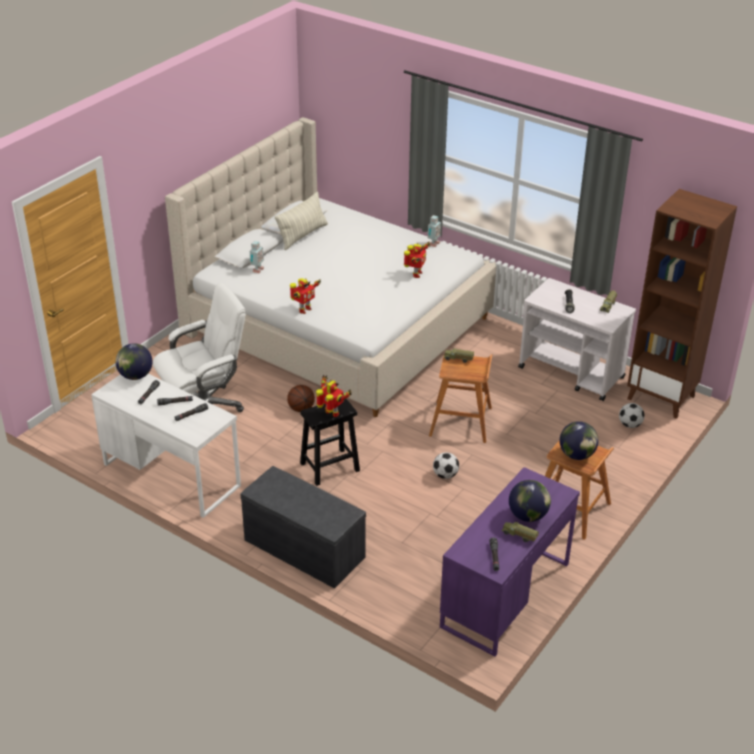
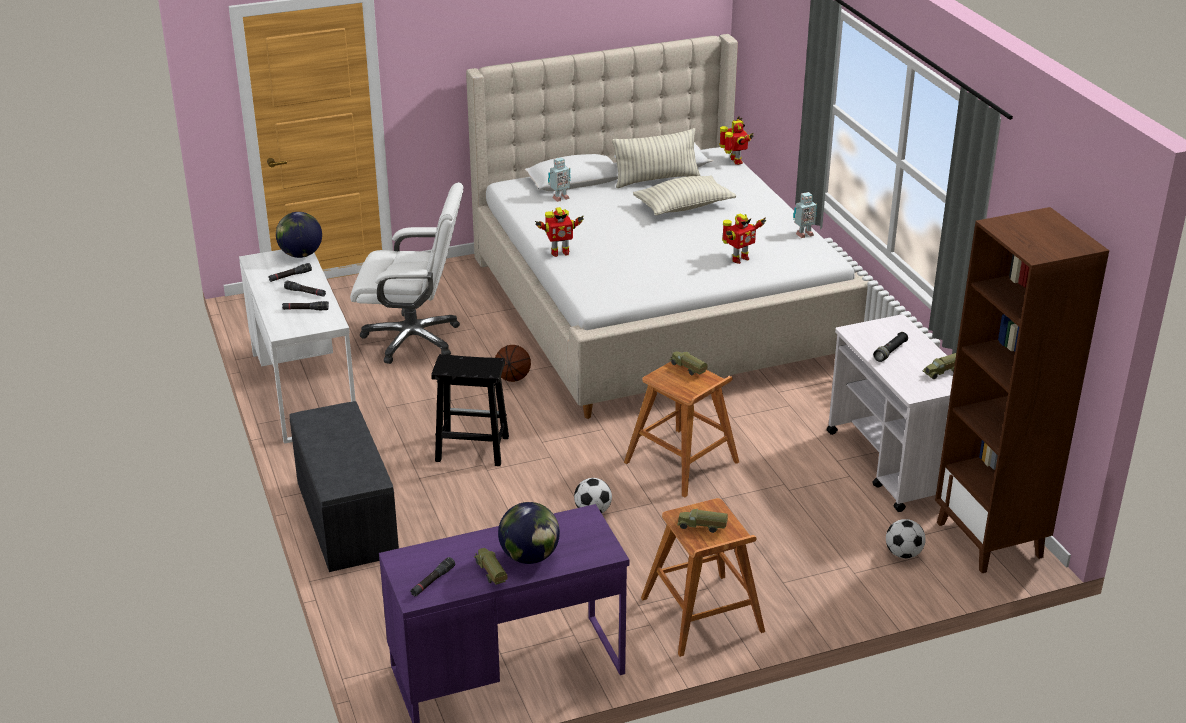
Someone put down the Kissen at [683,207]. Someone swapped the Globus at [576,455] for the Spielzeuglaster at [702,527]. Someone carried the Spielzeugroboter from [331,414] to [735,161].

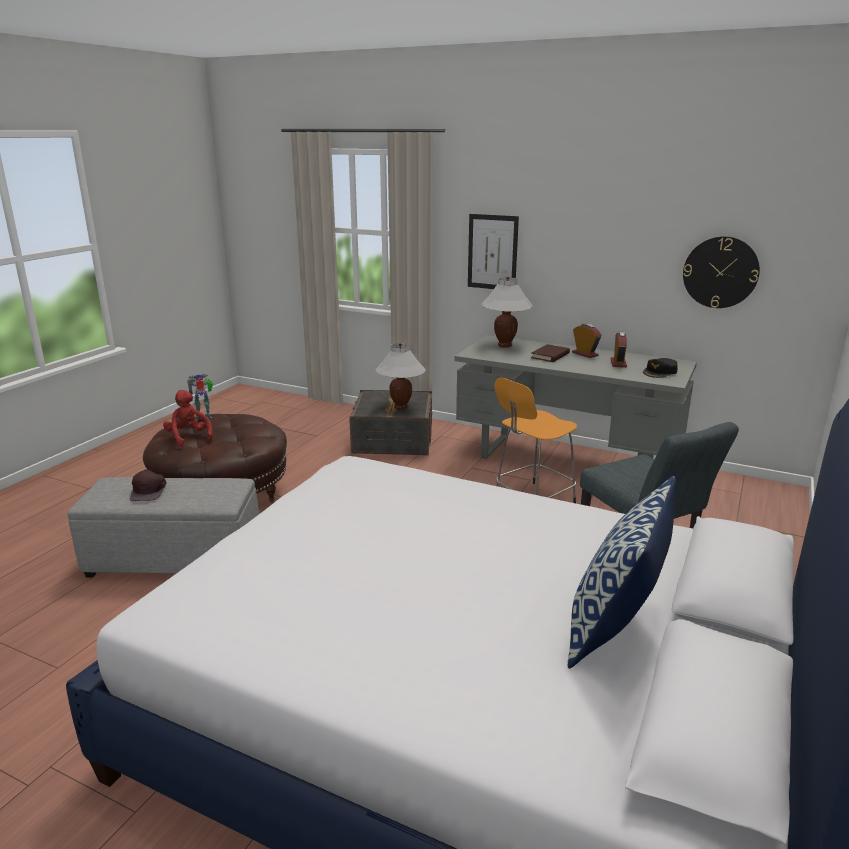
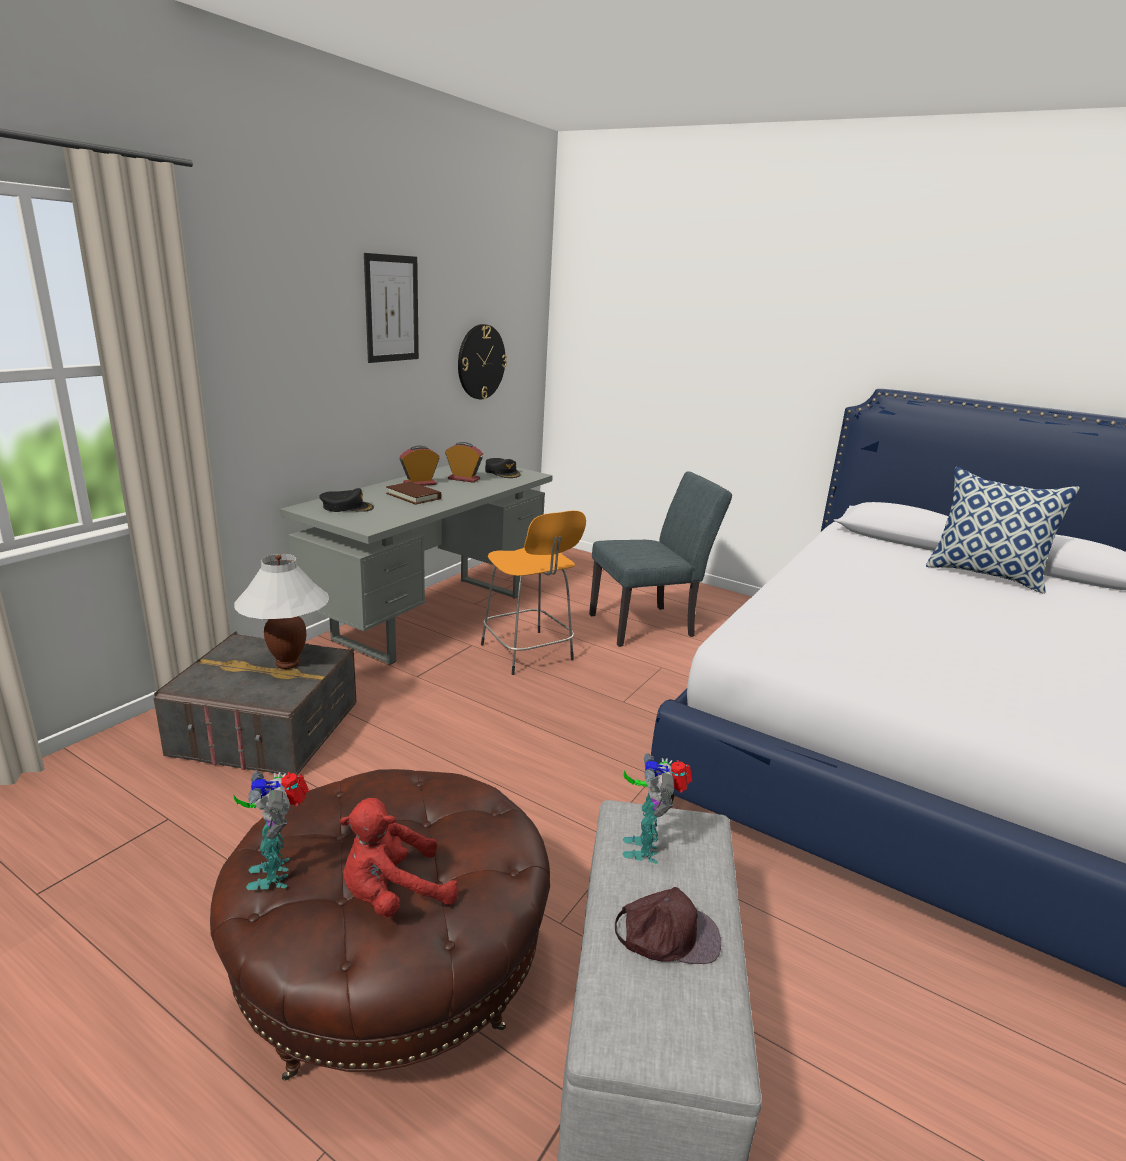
Someone swapped the Tischlampe (weiß) at [505,345] for the Kappe (schwarz) at [347,507]. Someone carried the Bild from [492,252] to [392,309]. Someone put down the Spielzeugroboter at [646,847].

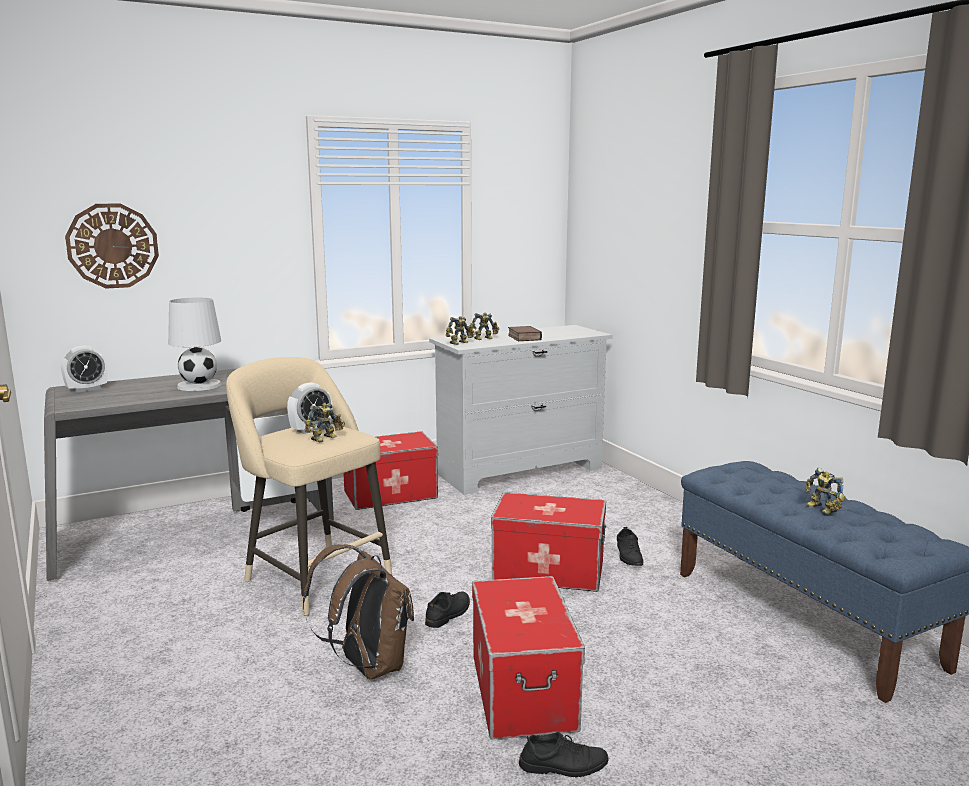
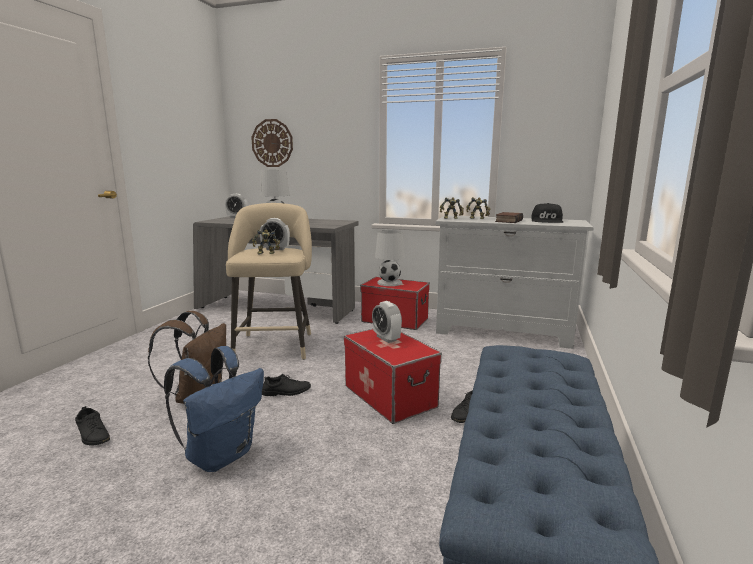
Someone carried the Schuh (schwarz) from [563,765] to [93,434]. Someone swapped the Aufbewahrungsbox at [522,691] for the Rucksack (blau) at [221,455]. Someone put down the Wecker at [386,338]. Someone put down the Tischlampe (weiß) at [389,283]. Someone put down the Kappe (schwarz) at [547,220]. Someone took away the Spielzeugroboter at [820,509].

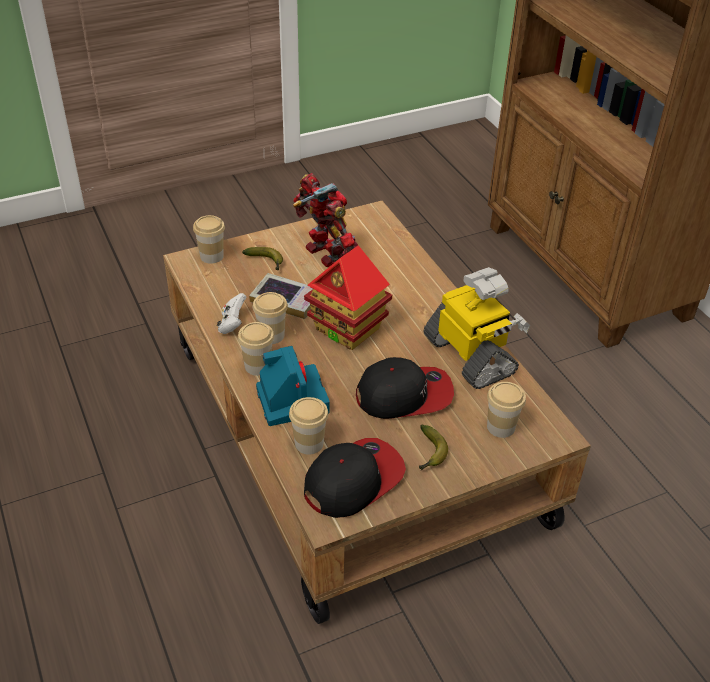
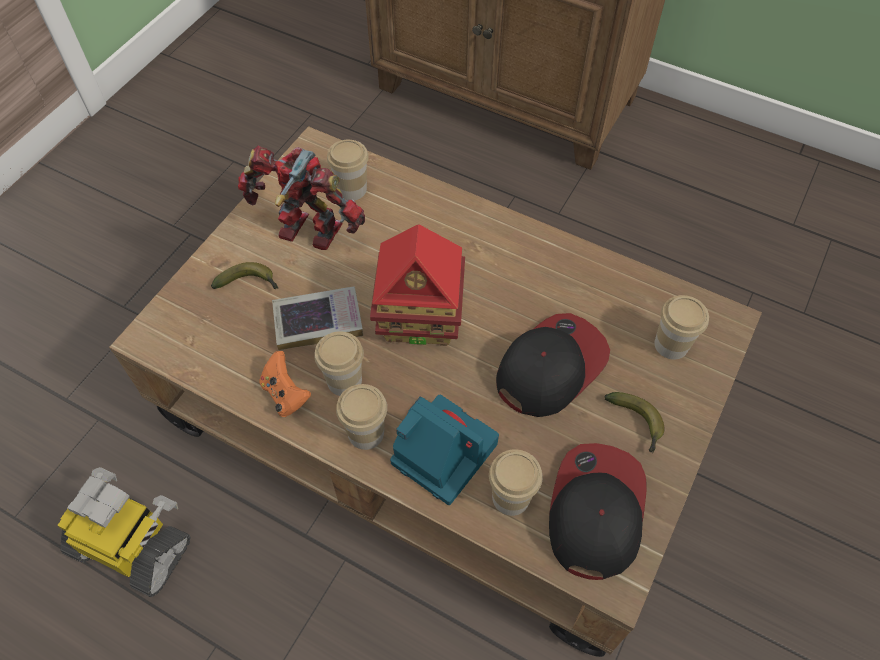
Someone carried the Spielzeugroboter from [471,356] to [133,546]. Someone repainted the Gamepad (weiß) at [232,324], which became the Gamepad (orange) at [285,394]. Someone carried the Tasse from [211,256] to [352,189].

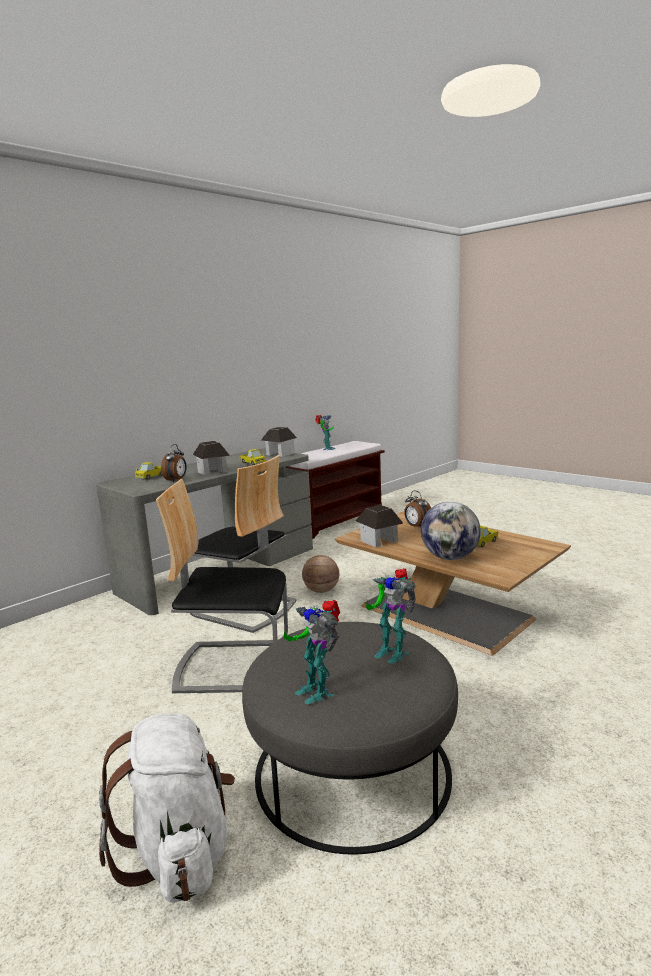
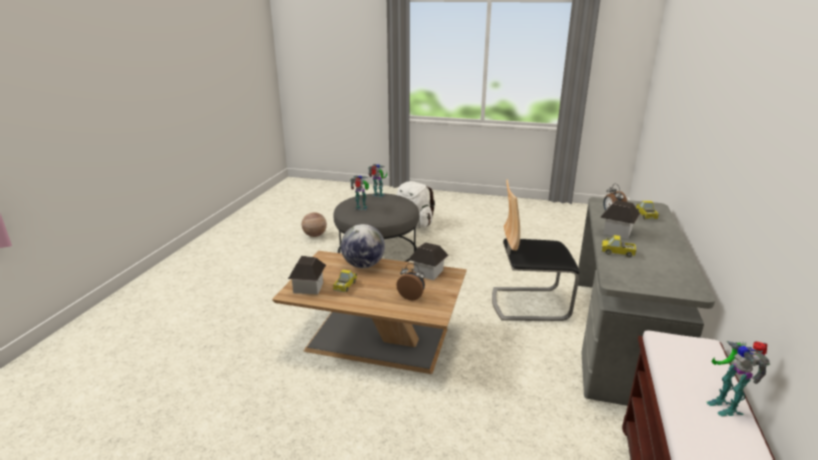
Someone carried the Spielzeughaus from [280,454] to [308,287]. Someone carried the Basketball from [321,591] to [315,235]. Someone took away the Stuhl at [233,665].

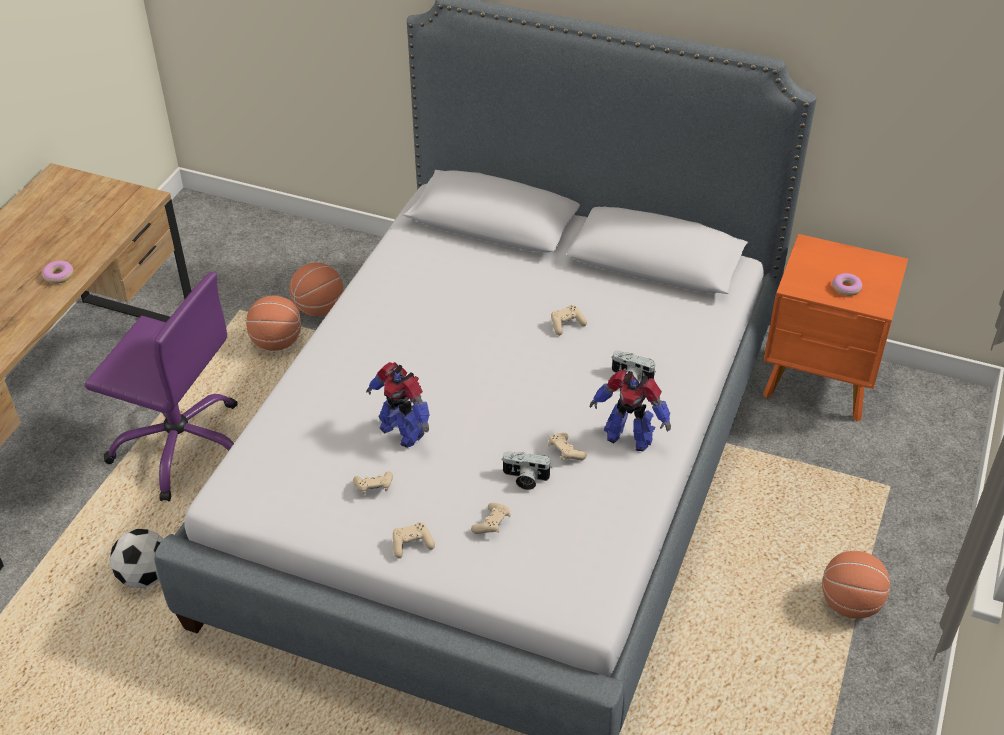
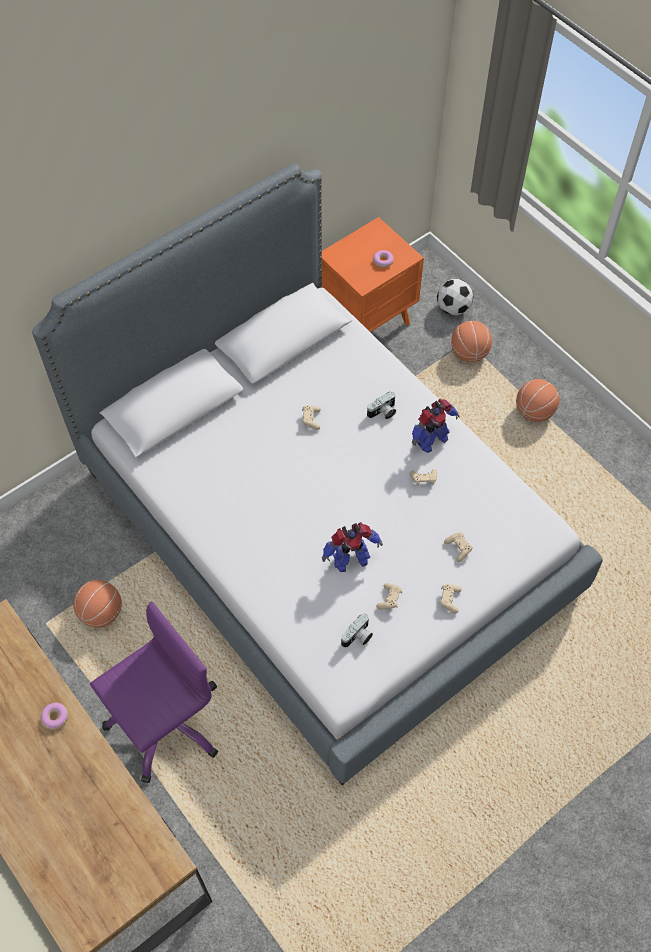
Someone carried the Kamera from [525,479] to [358,637]. Someone carried the Fußball from [145,576] to [453,308]. Someone carried the Basketball from [319,308] to [469,353].

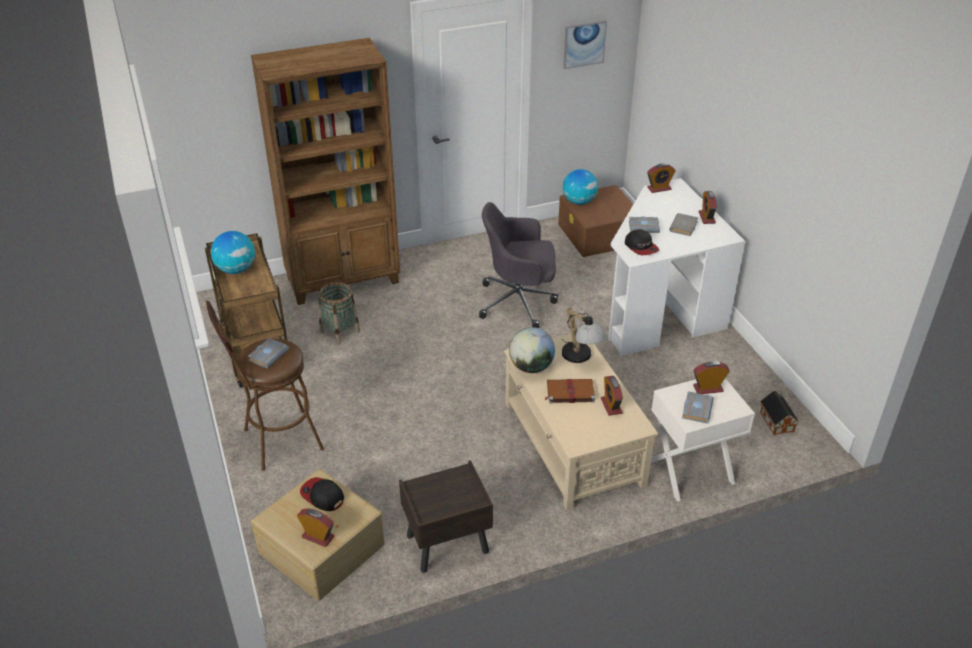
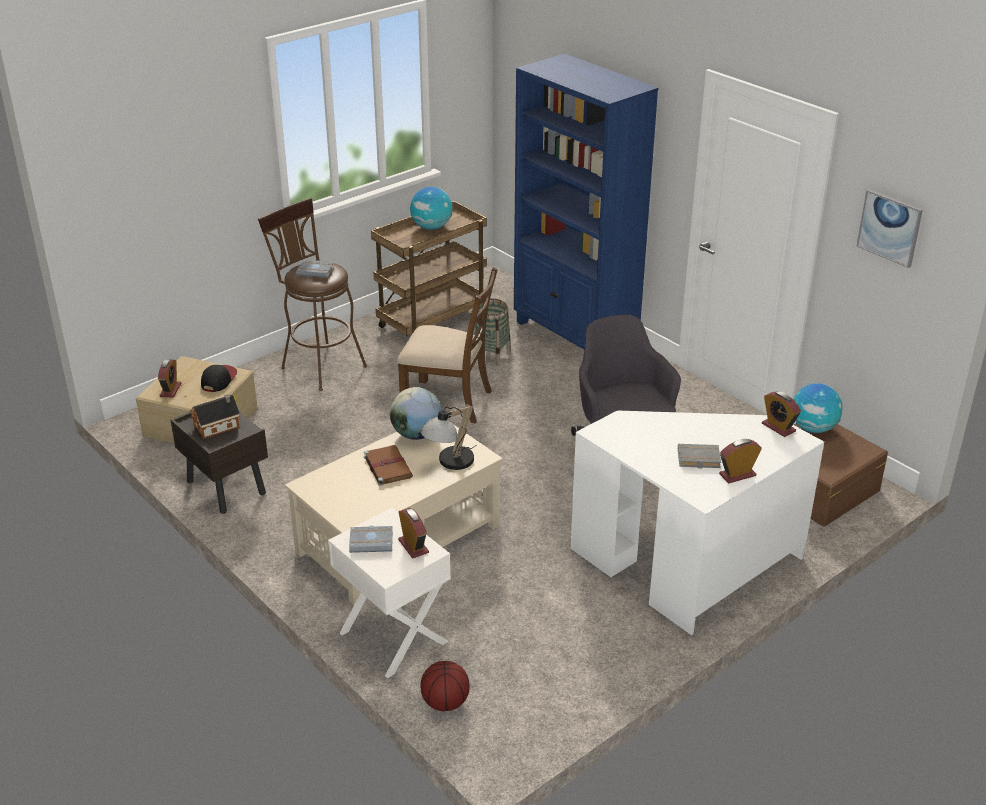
Someone carried the Spielzeughaus from [776,420] to [218,426]. Someone put down the Stuhl (braun) at [448,401]. Someone put down the Basketball at [445,703]. Someone repainted the Bücherregal (braun) at [344,280], which became the Bücherregal (blau) at [575,335]. Someone took away the Wecker at [611,406]. Someone took away the Kappe at [641,247]. Someone took away the Buch (grau) at [644,227].

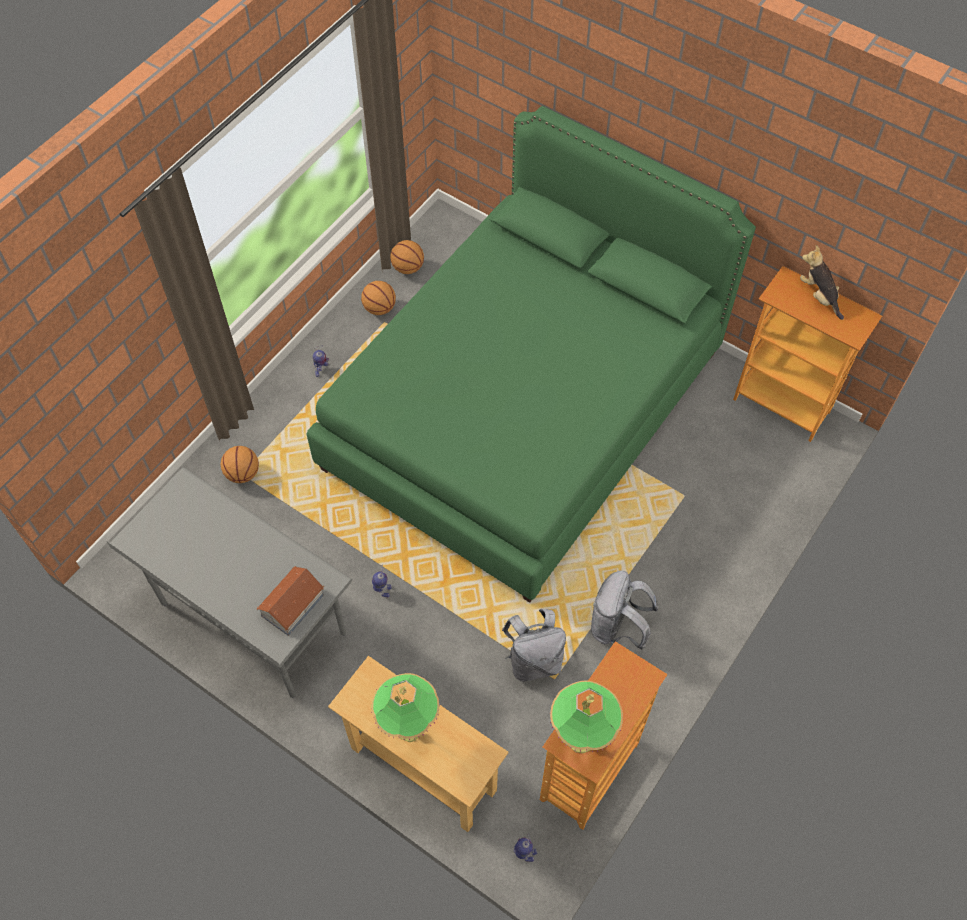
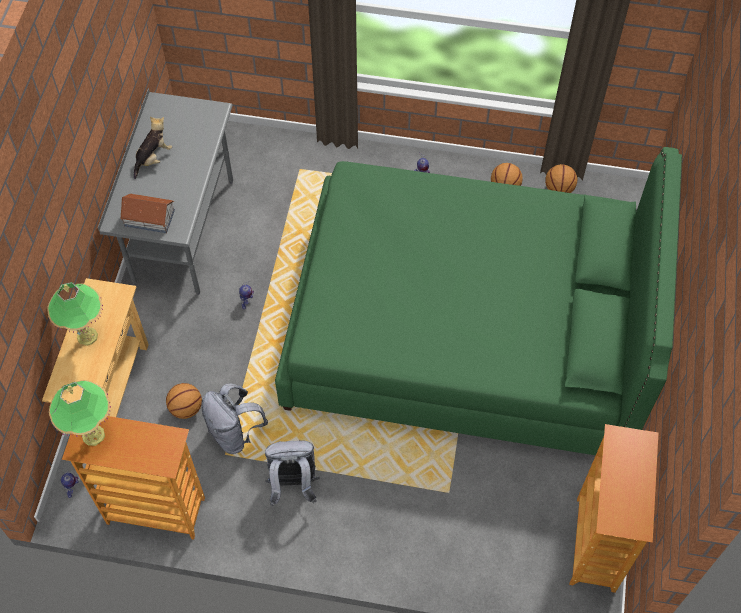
Someone carried the Plüschtier from [819,296] to [153,158]. Someone carried the Basketball from [242,473] to [186,408].

